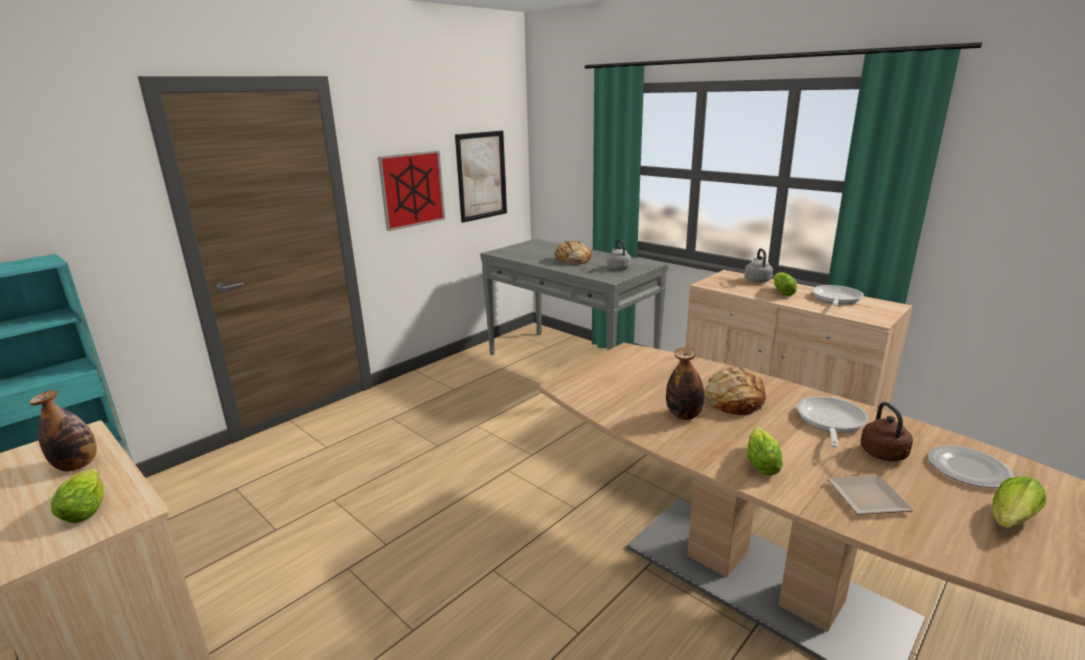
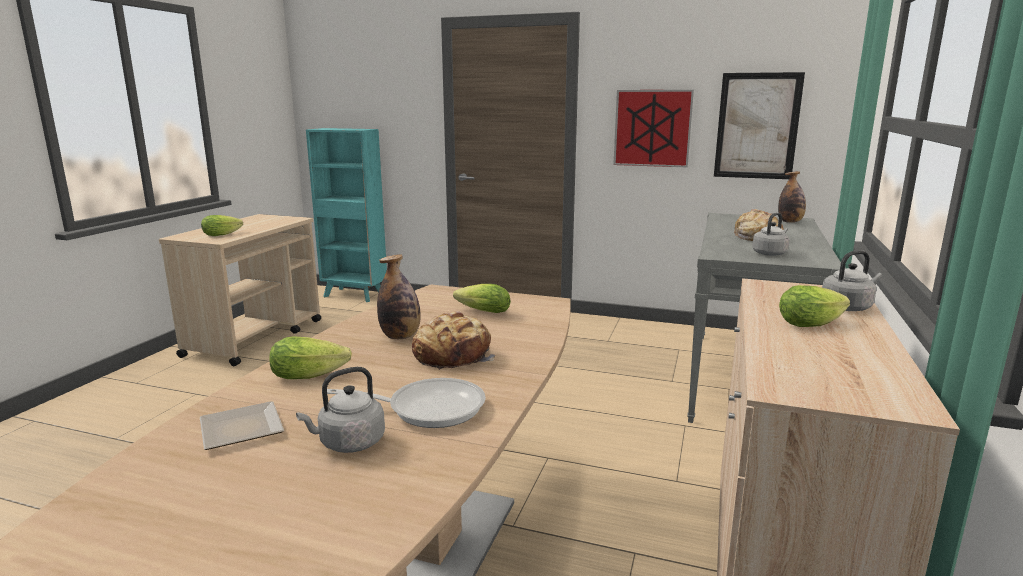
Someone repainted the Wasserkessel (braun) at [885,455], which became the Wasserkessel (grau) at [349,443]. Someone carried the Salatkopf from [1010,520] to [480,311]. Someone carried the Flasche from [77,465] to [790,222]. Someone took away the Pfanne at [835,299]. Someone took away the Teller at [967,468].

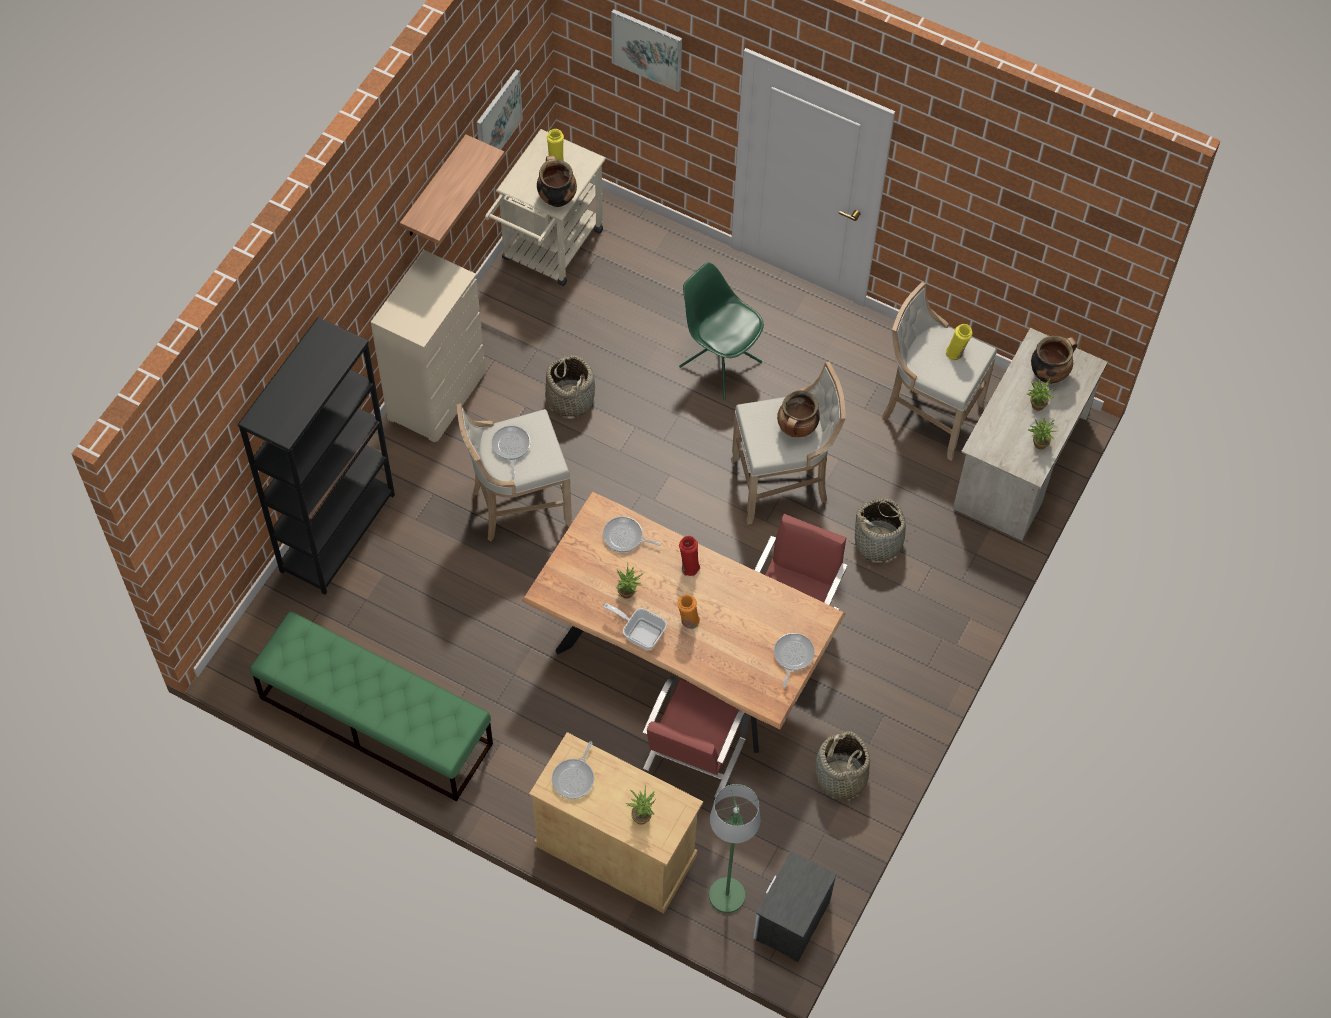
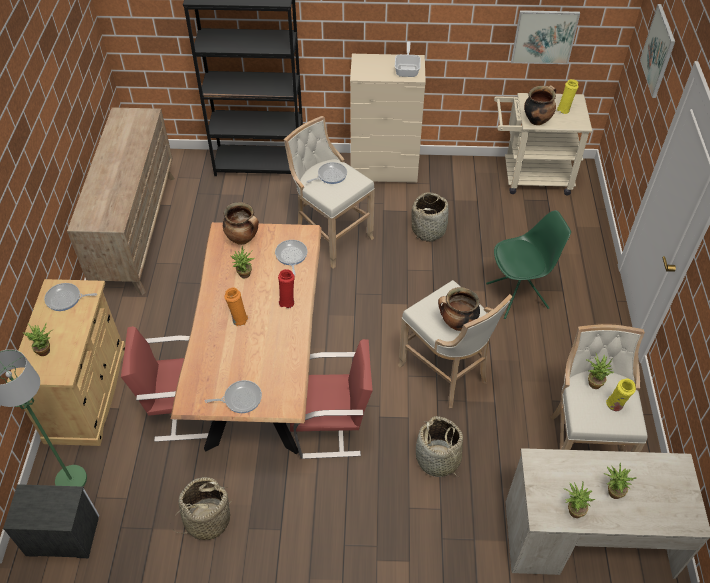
Someone swapped the Bank (grün) at [375,721] for the Kommode (braun) at [136,231]. Someone carried the Kochtopf from [1049,373] to [243,238]. Someone carried the Pfanne from [640,632] to [407,69]. Someone rotated the Stuhl (grün) at [719,363] by 60 degrees clockwise. Someone put down the Topfpflanze at [593,381]. Someone took away the Wandregal at [434,189].

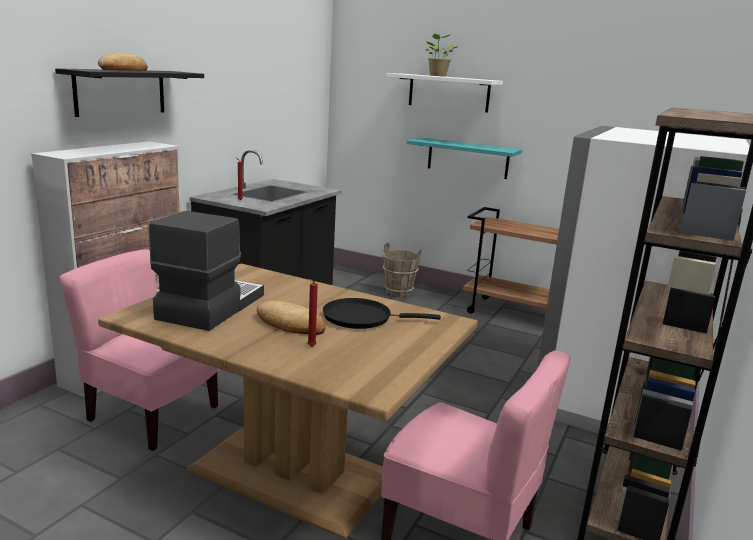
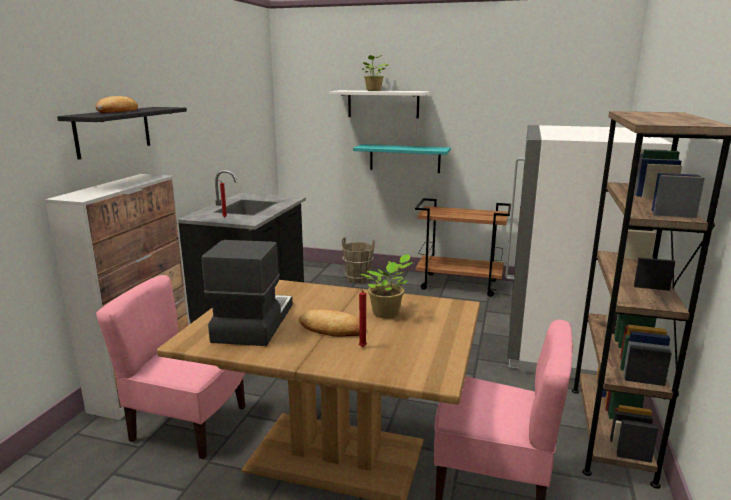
Someone swapped the Pfanne (schwarz) at [362,318] for the Topfpflanze at [387,314].

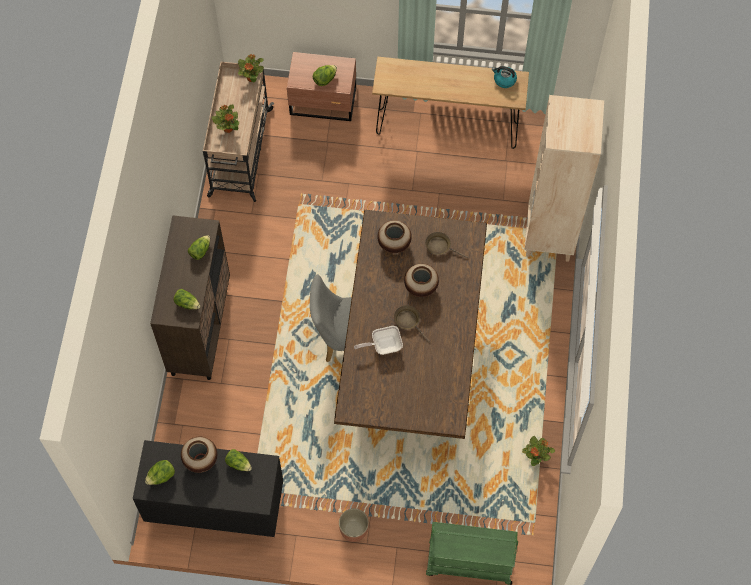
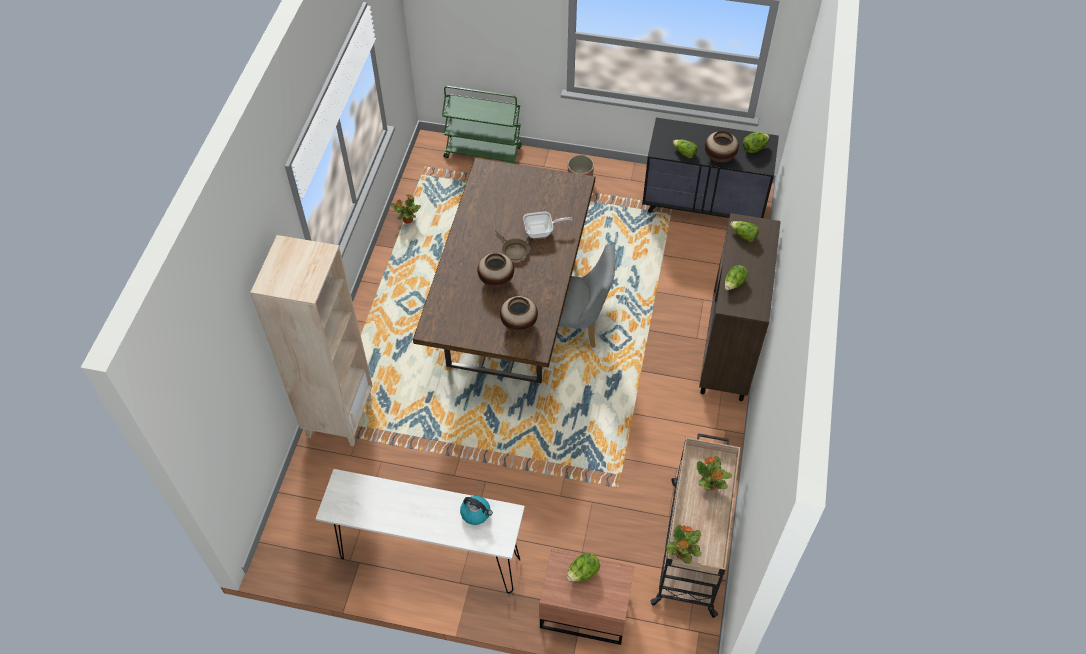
Someone repainted the Konsolentisch (braun) at [447,128], which became the Konsolentisch (weiß) at [430,558]. Someone carried the Wasserkessel from [504,80] to [476,513]. Someone took away the Pfanne (braun) at [440,246].

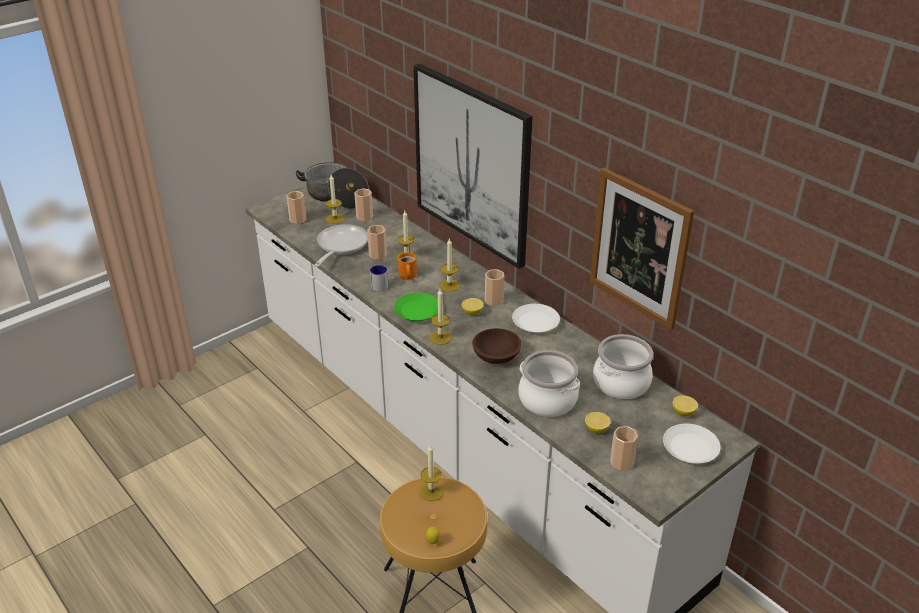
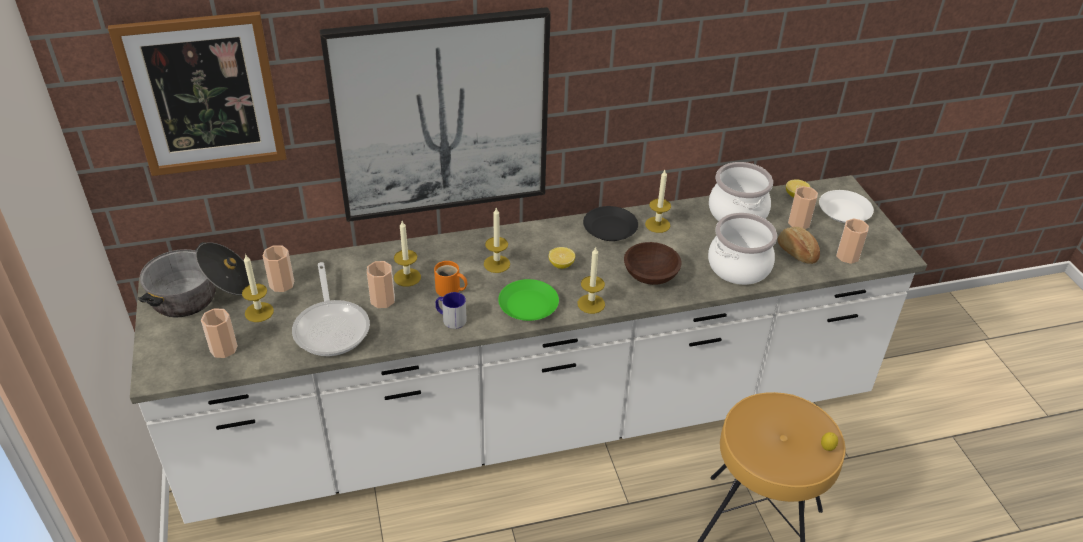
Someone carried the Bild from [639,248] to [203,95]. Someone rotated the Pfanne at [340,246] by 150 degrees counterclockwise. Someone repainted the Teller (weiß) at [536,322], which became the Teller (schwarz) at [610,228]. Someone carried the Kerze from [431,491] to [657,224]. Someone swapped the Zitrone at [596,429] for the Brot at [796,253]. Someone carried the Tasse from [494,300] to [799,223].

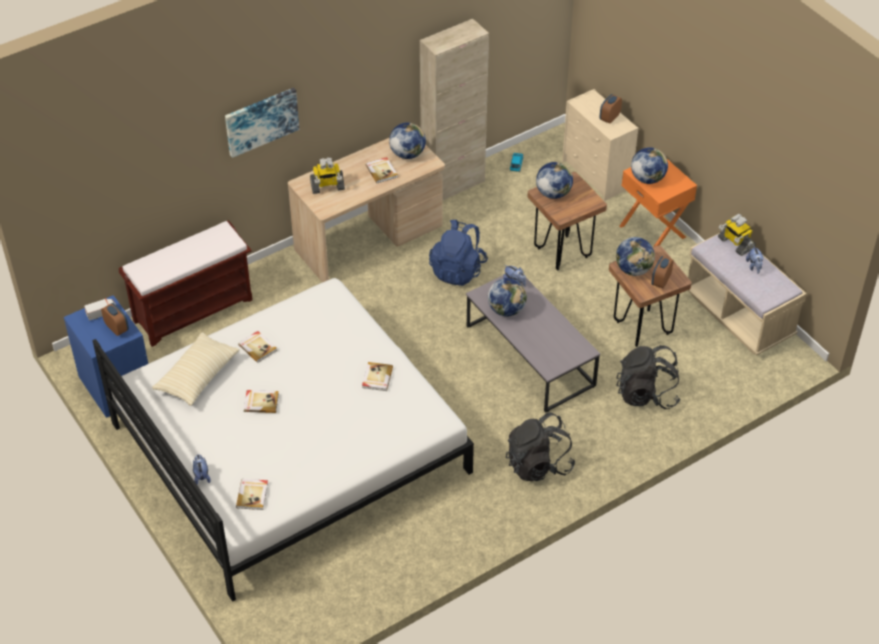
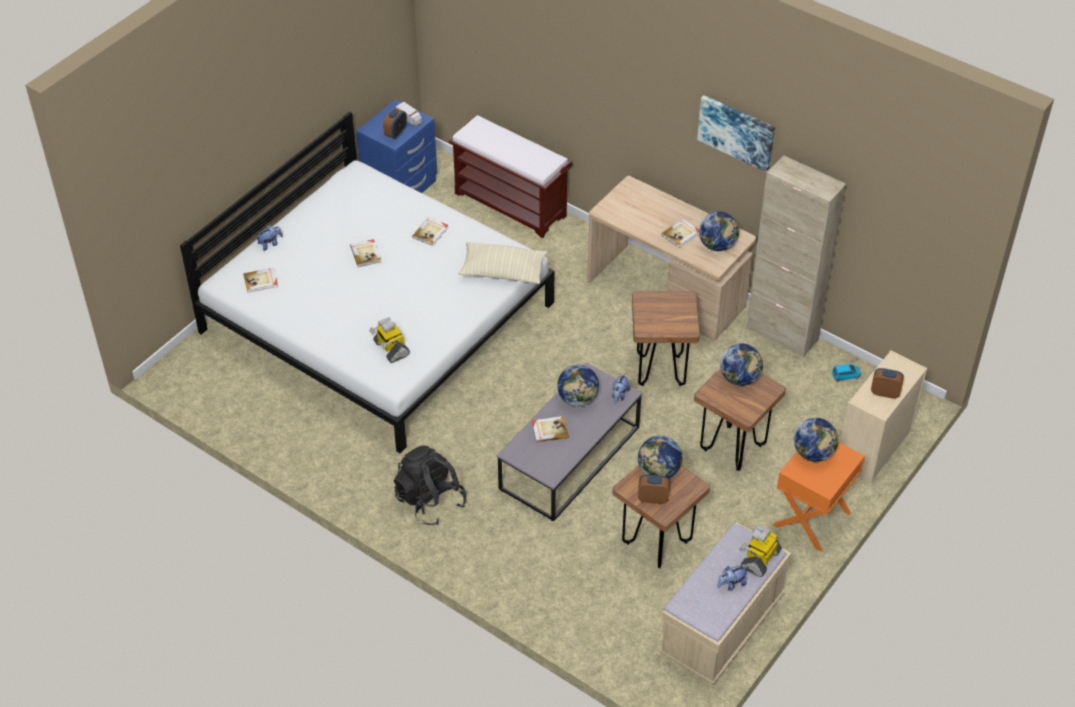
Someone carried the Spielzeugroboter from [327,187] to [390,348]. Someone carried the Kissen (beige) from [197,376] to [503,271]. Someone carried the Buch from [377,377] to [549,430]. Someone swapped the Rucksack (blau) at [458,270] for the Hocker (braun) at [660,371]. Someone carried the Bild from [261,121] to [737,132]. Someone took away the Rucksack (schwarz) at [647,394].

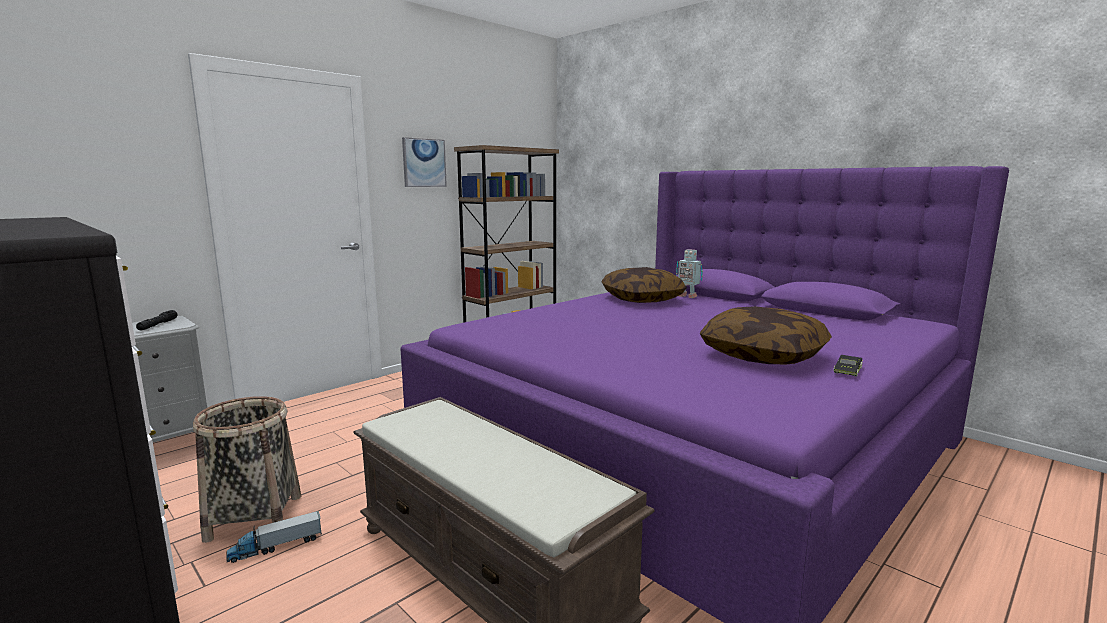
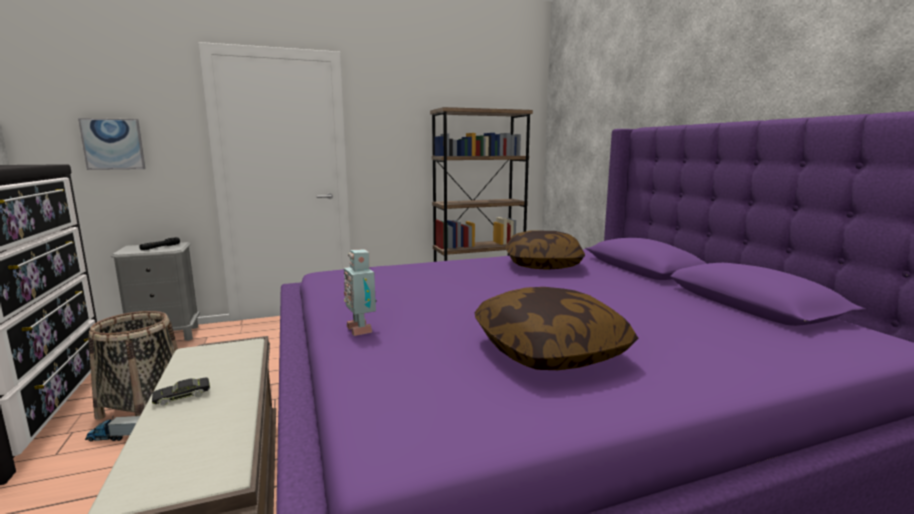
Someone carried the Bild from [424,163] to [113,144]. Someone carried the Spielzeugauto (schwarz) from [847,370] to [182,396]. Someone carried the Spielzeugroboter from [687,296] to [361,329].

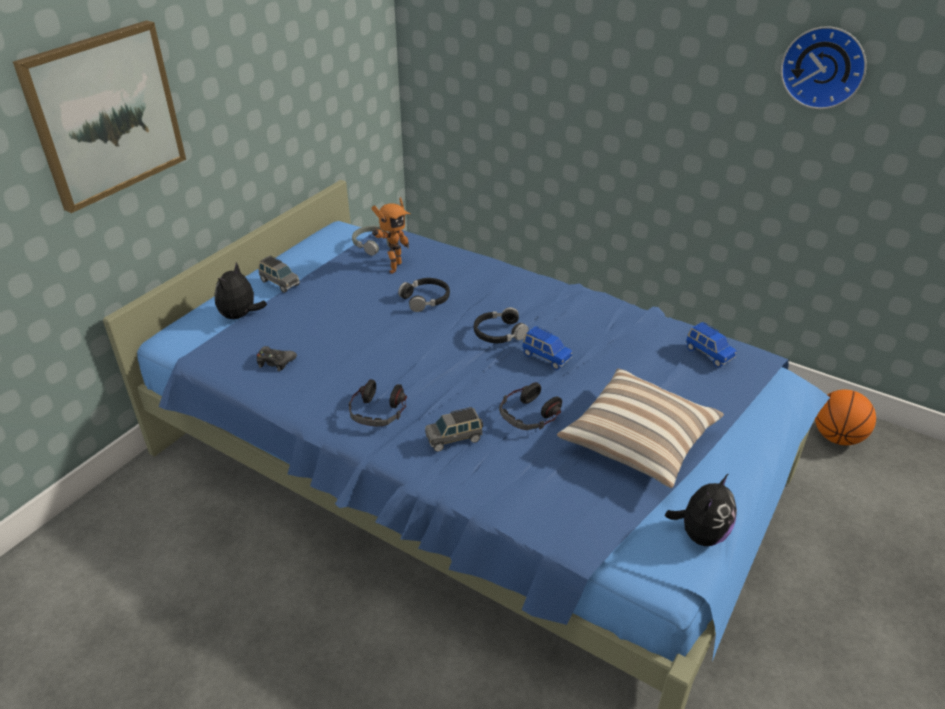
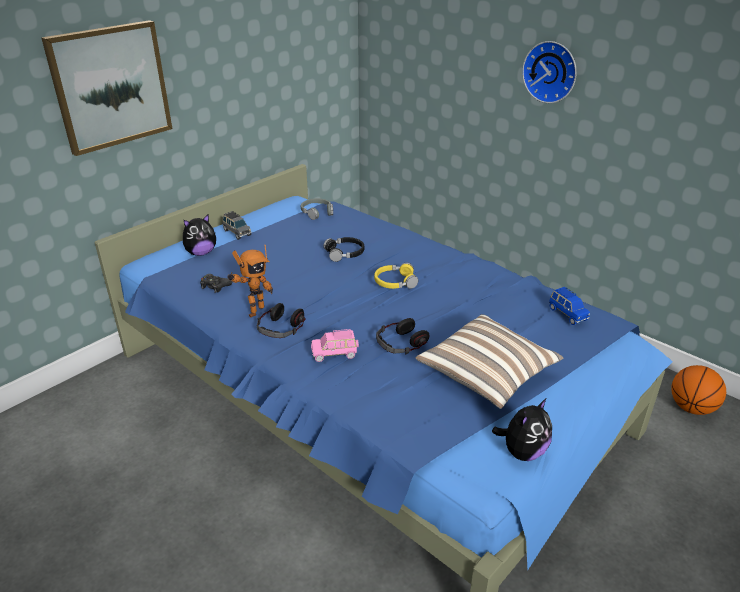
Someone rotated the Plüschtier at [240,316] by 150 degrees counterclockwise. Someone carried the Spielzeugroboter from [392,267] to [254,311]. Someone repainted the Spielzeugauto (grau) at [454,438], which became the Spielzeugauto (rosa) at [335,354]. Someone repainted the Kopfhörer (schwarz) at [499,333], which became the Kopfhörer (gelb) at [395,282]. Someone carried the Wanduhr from [824,66] to [551,71]. Someone took away the Spielzeugauto (blau) at [545,357].

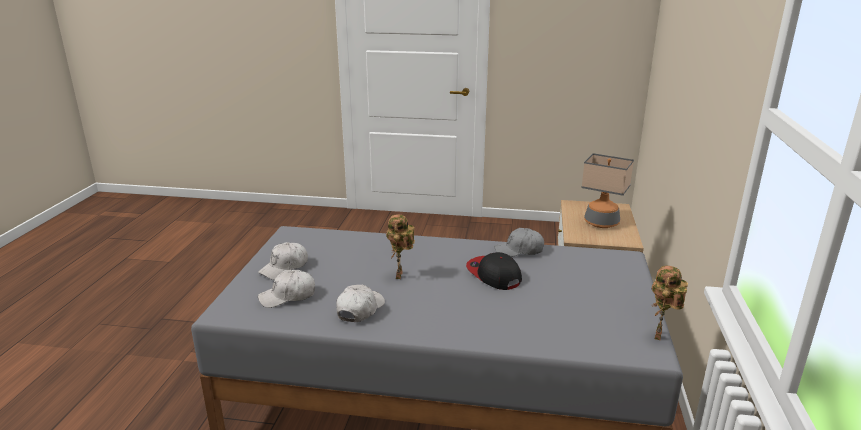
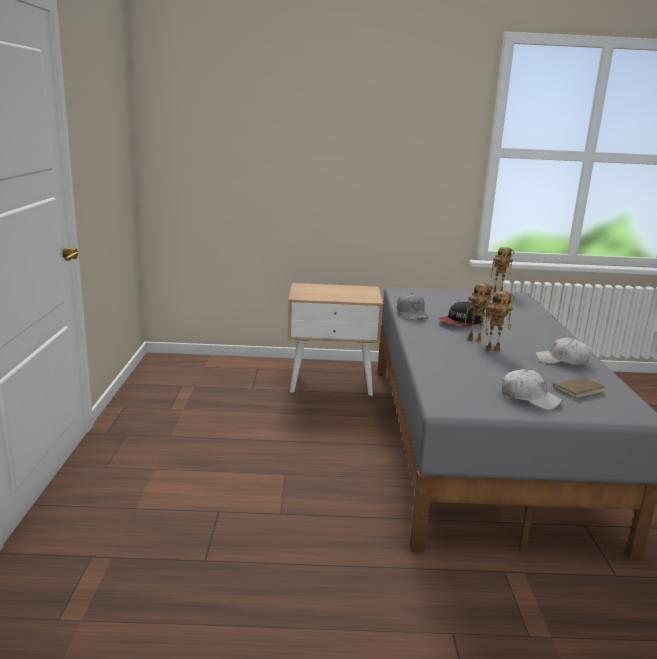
Someone put down the Spielzeugroboter at [475,339]. Someone swapped the Kappe (weiß) at [288,296] for the Buch (braun) at [577,389]. Someone took away the Tischlampe at [601,223].

